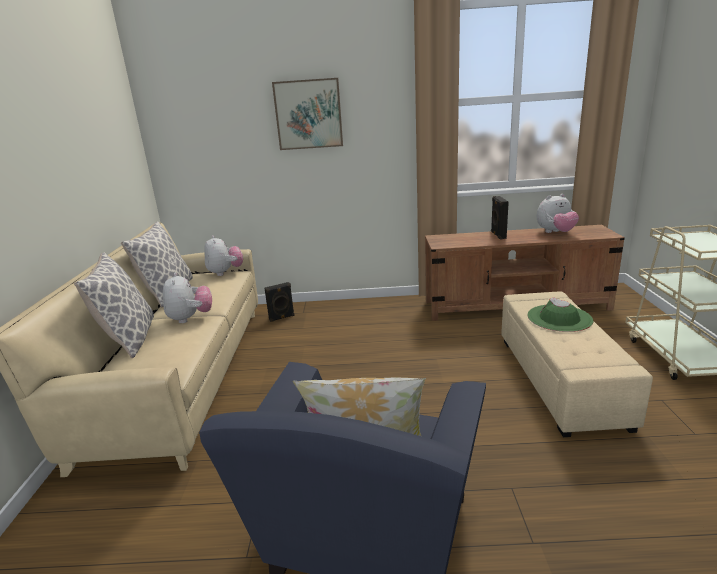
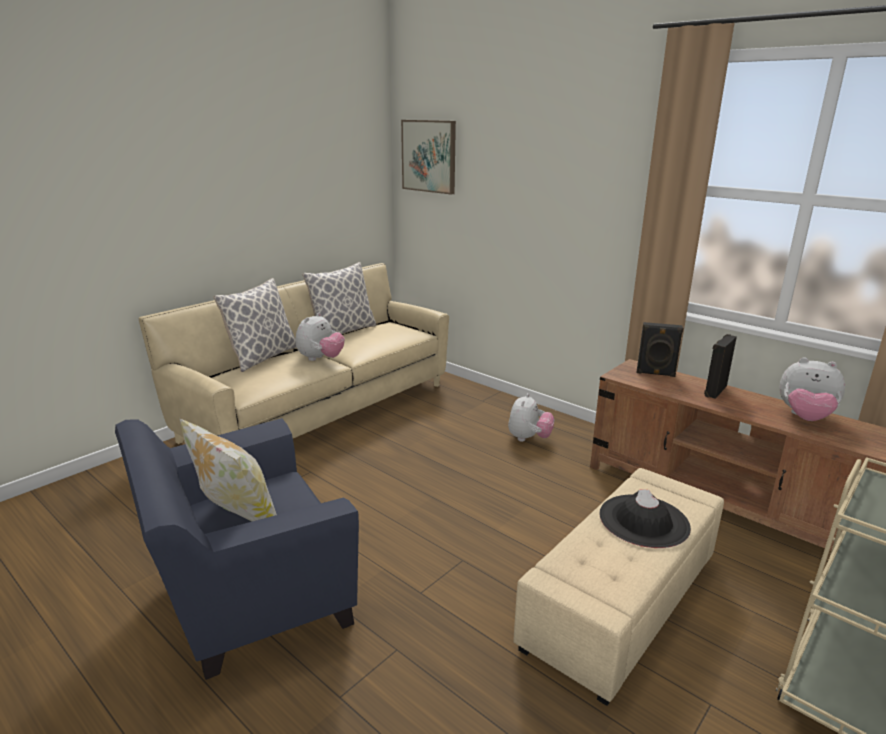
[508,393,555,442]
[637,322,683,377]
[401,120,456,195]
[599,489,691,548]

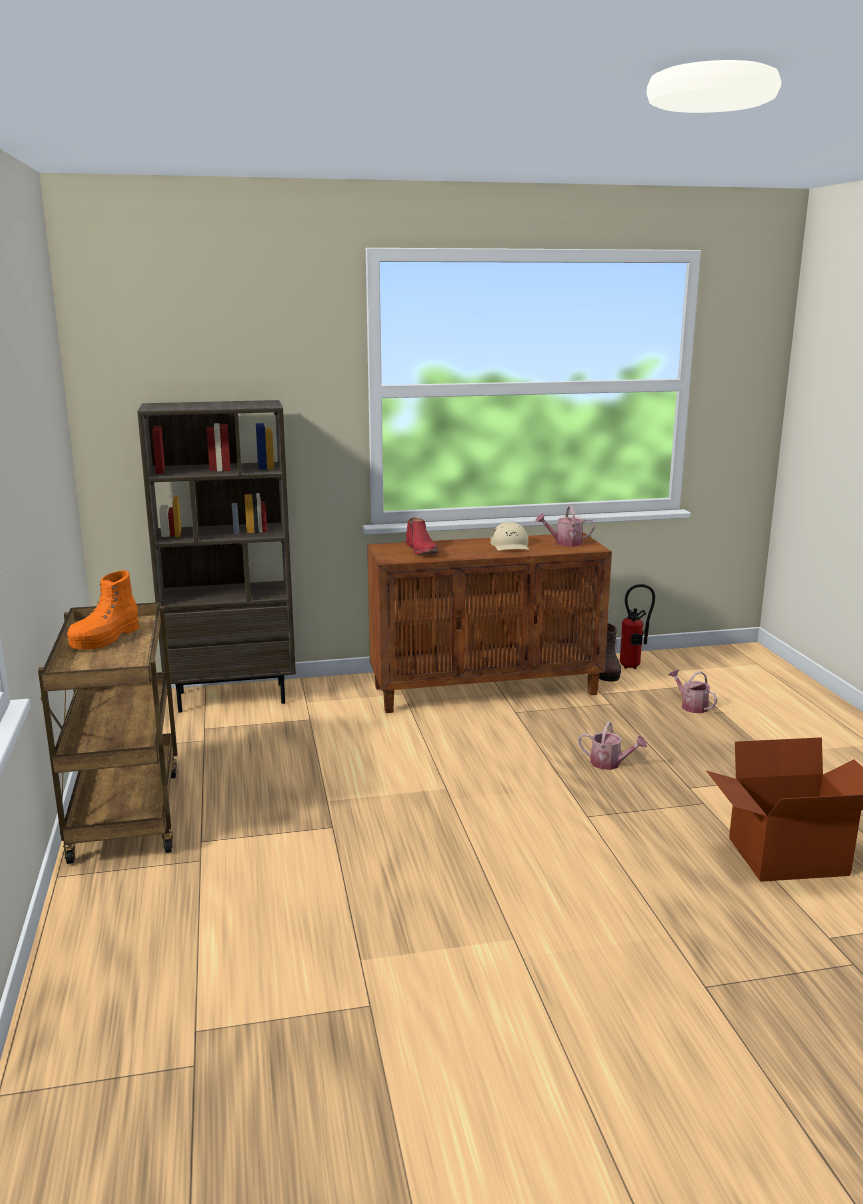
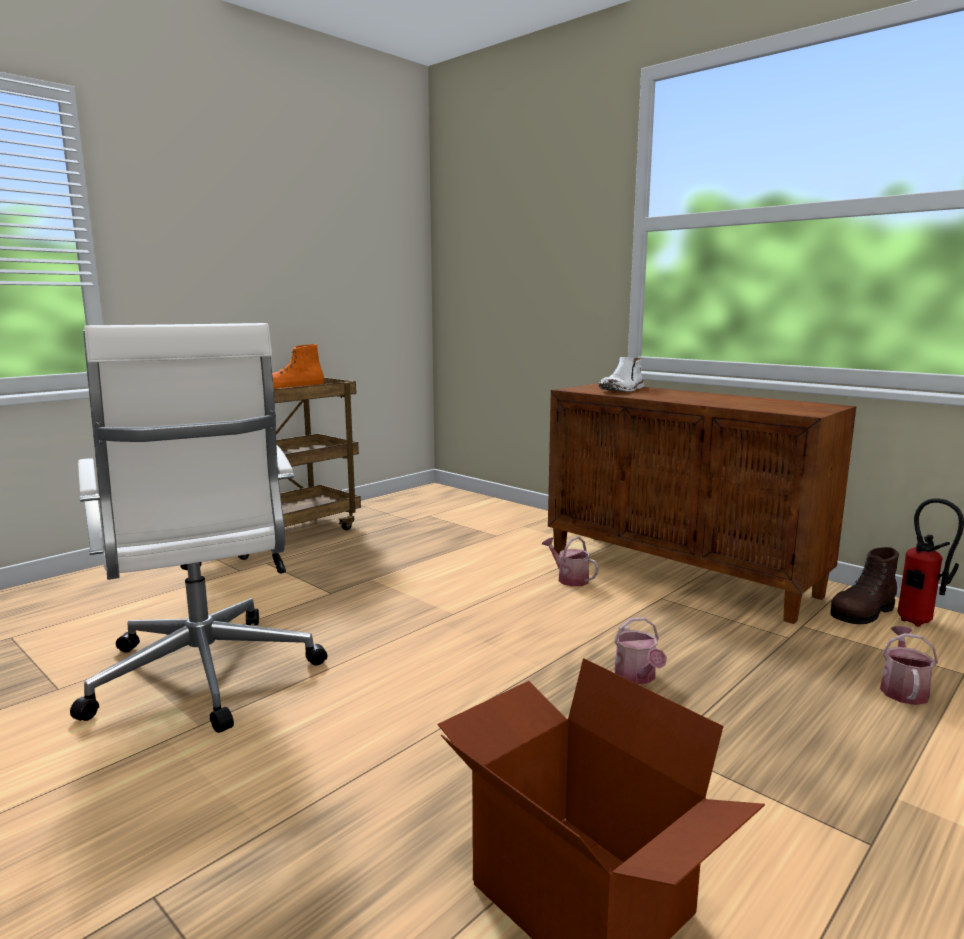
[137,400,296,712] (first image)
[599,357,644,392]
[491,522,529,551] (first image)
[542,536,599,587]
[70,323,327,733]

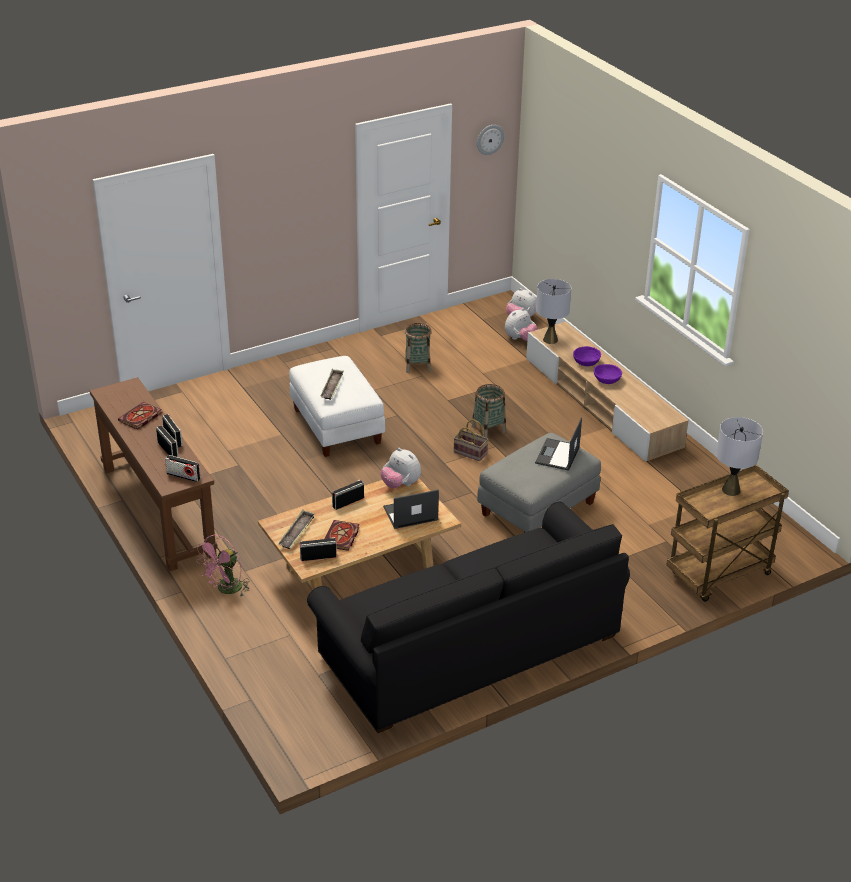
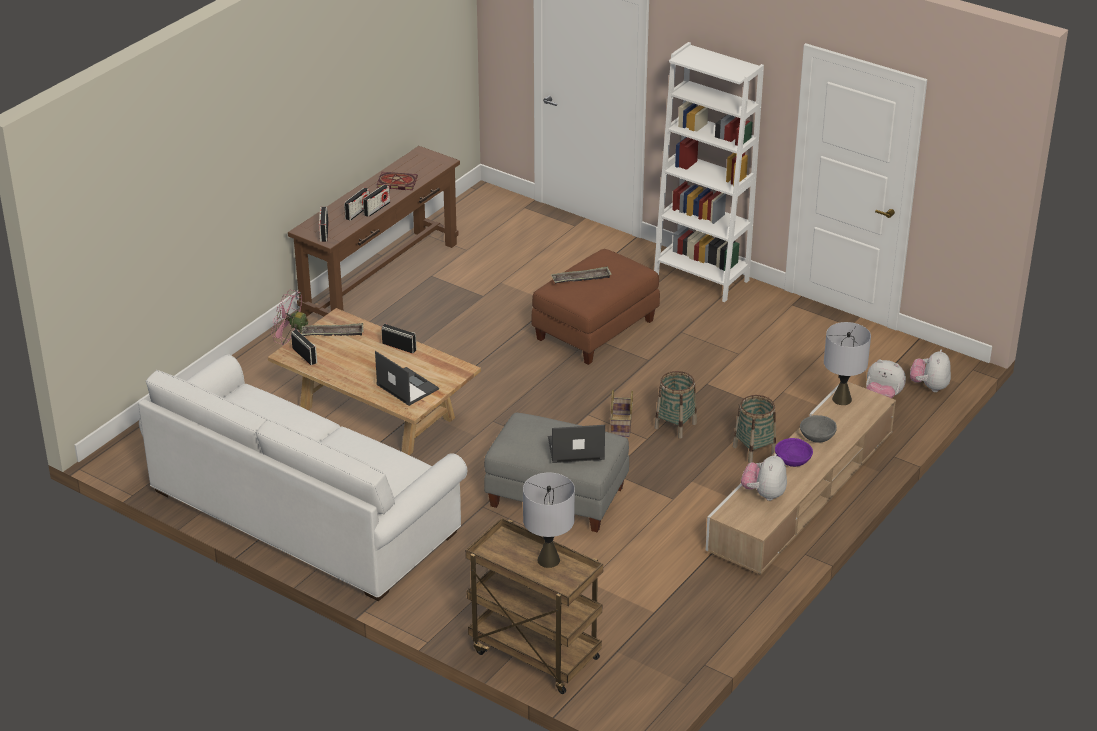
[532,249,660,365]
[138,354,467,601]
[325,520,359,551] (first image)
[741,454,787,501]
[733,395,776,463]
[477,125,504,155] (first image)
[800,415,837,443]
[654,42,764,302]

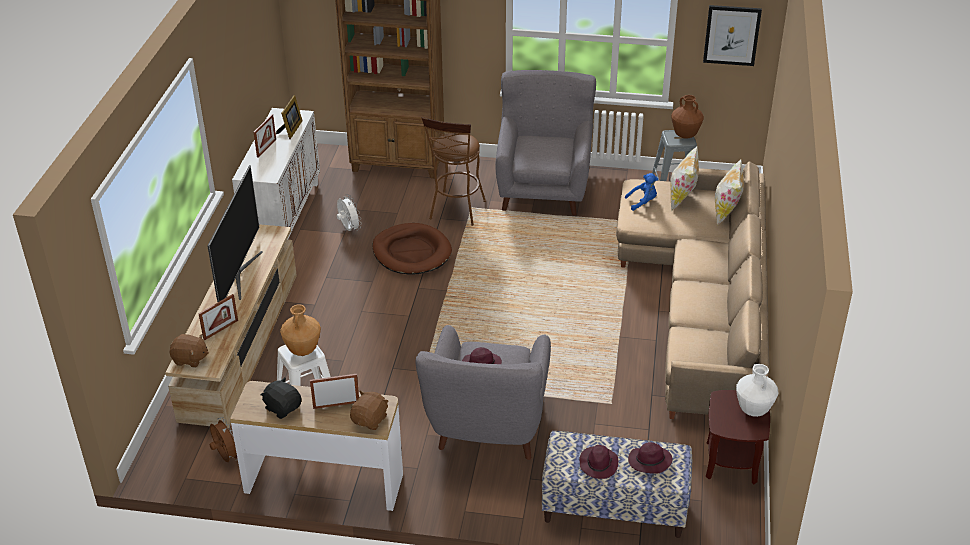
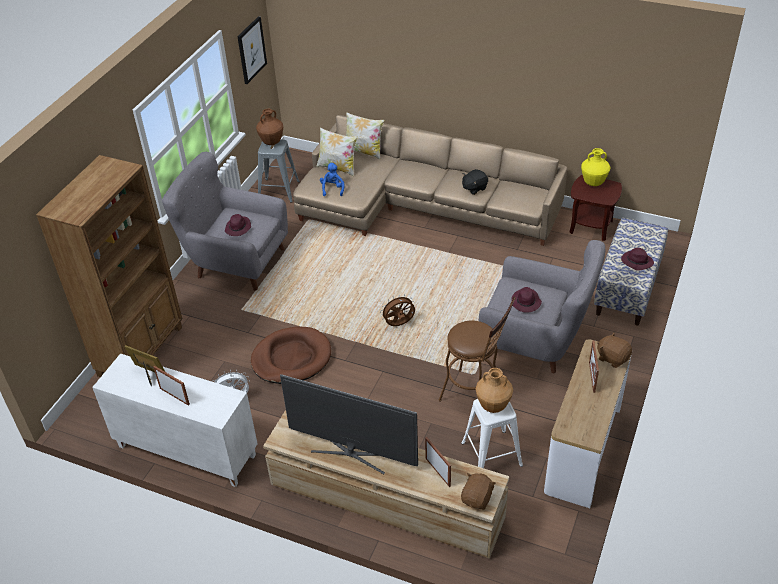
[380,294,415,326]
[462,169,488,195]
[439,297,516,402]
[225,214,251,236]
[581,148,611,186]

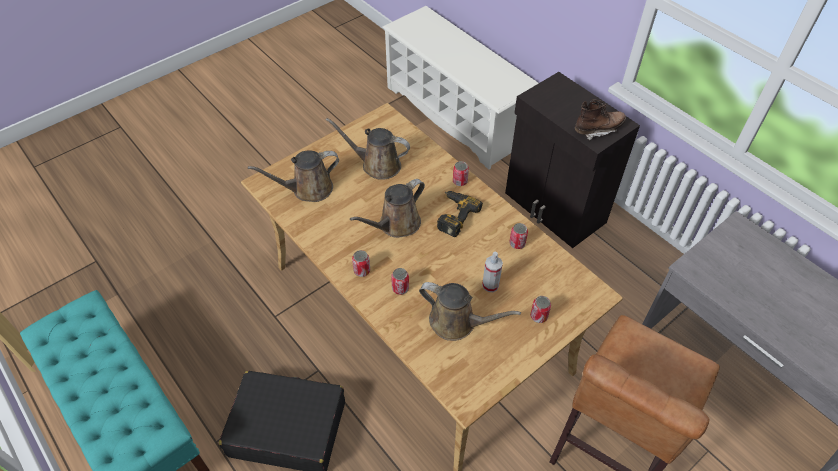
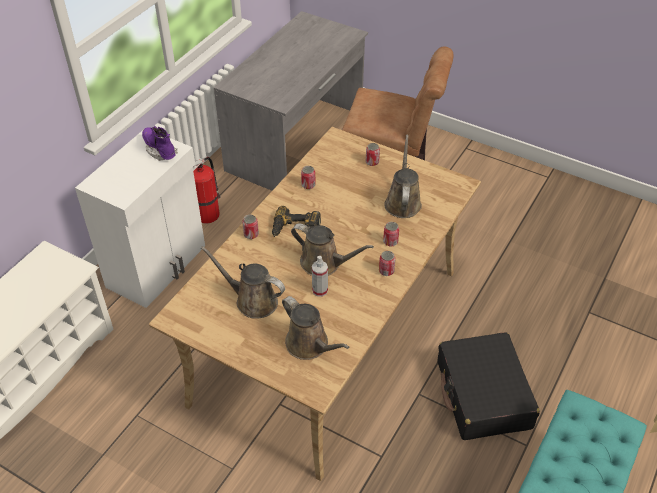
[201,246,285,319]
[312,256,328,297]
[75,130,205,308]
[142,126,178,161]
[193,157,221,223]

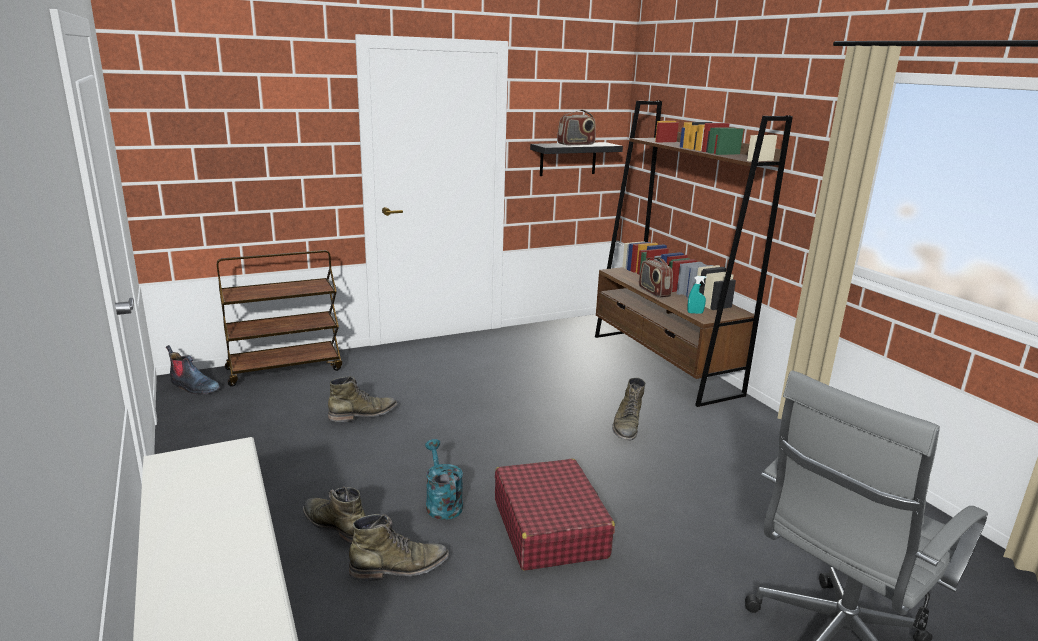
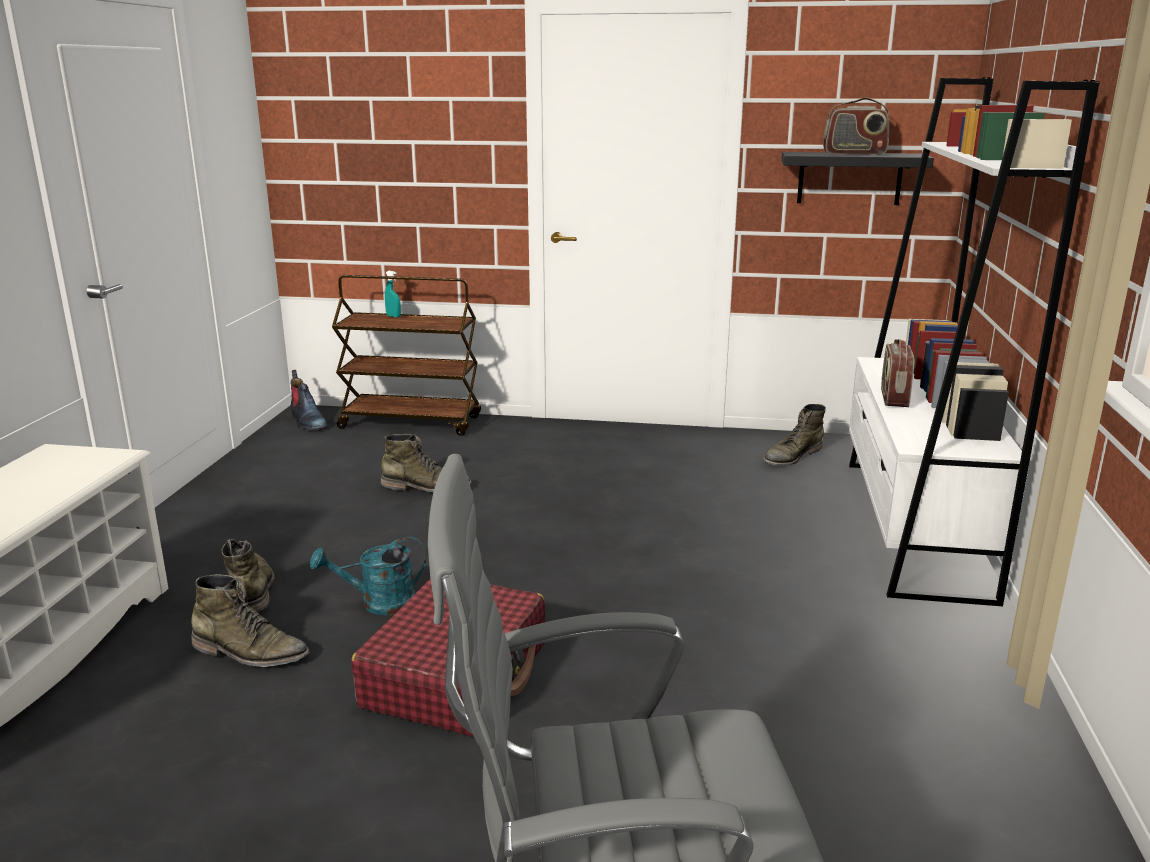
[310,537,426,615]
[849,77,1100,606]
[763,404,826,466]
[385,271,401,318]

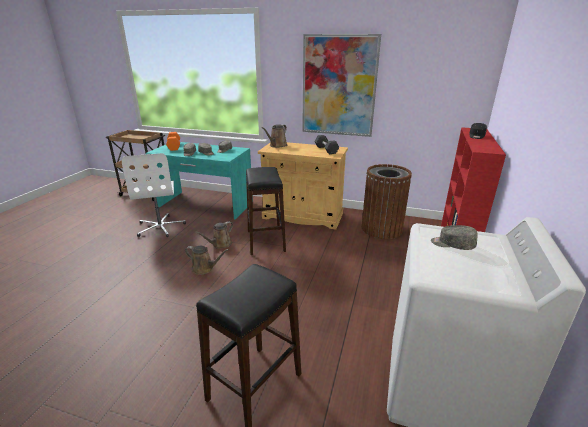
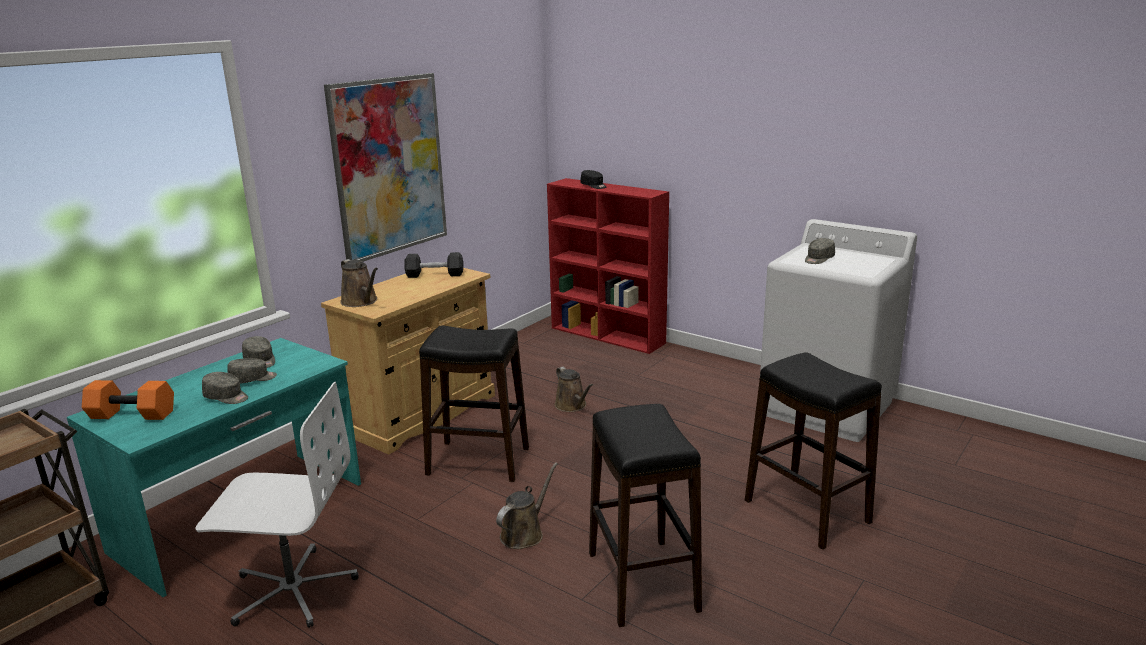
[555,367,593,412]
[362,164,412,239] (first image)
[589,404,702,627]

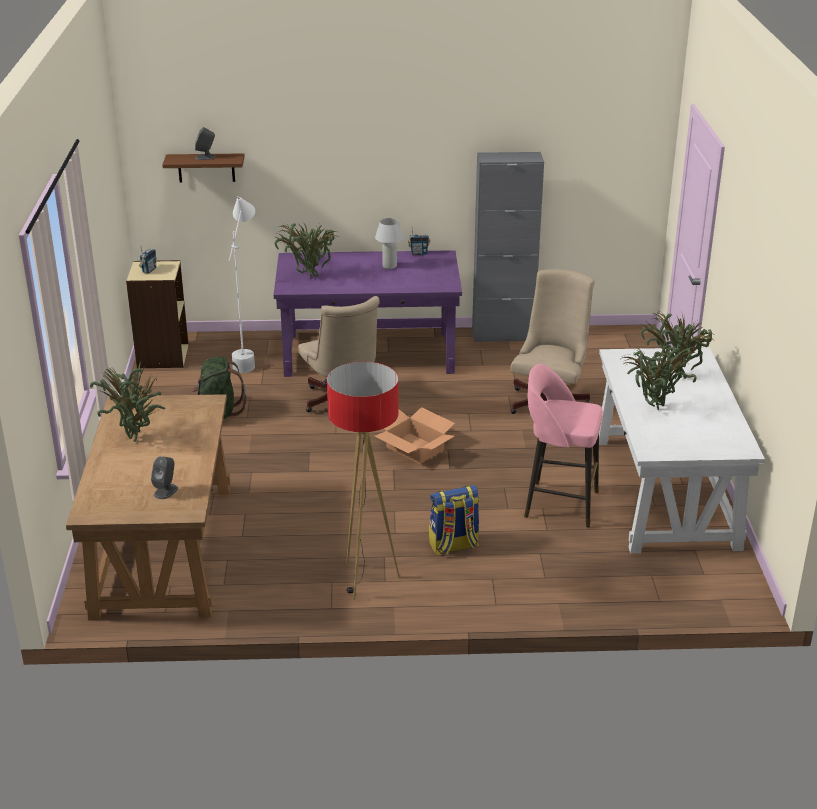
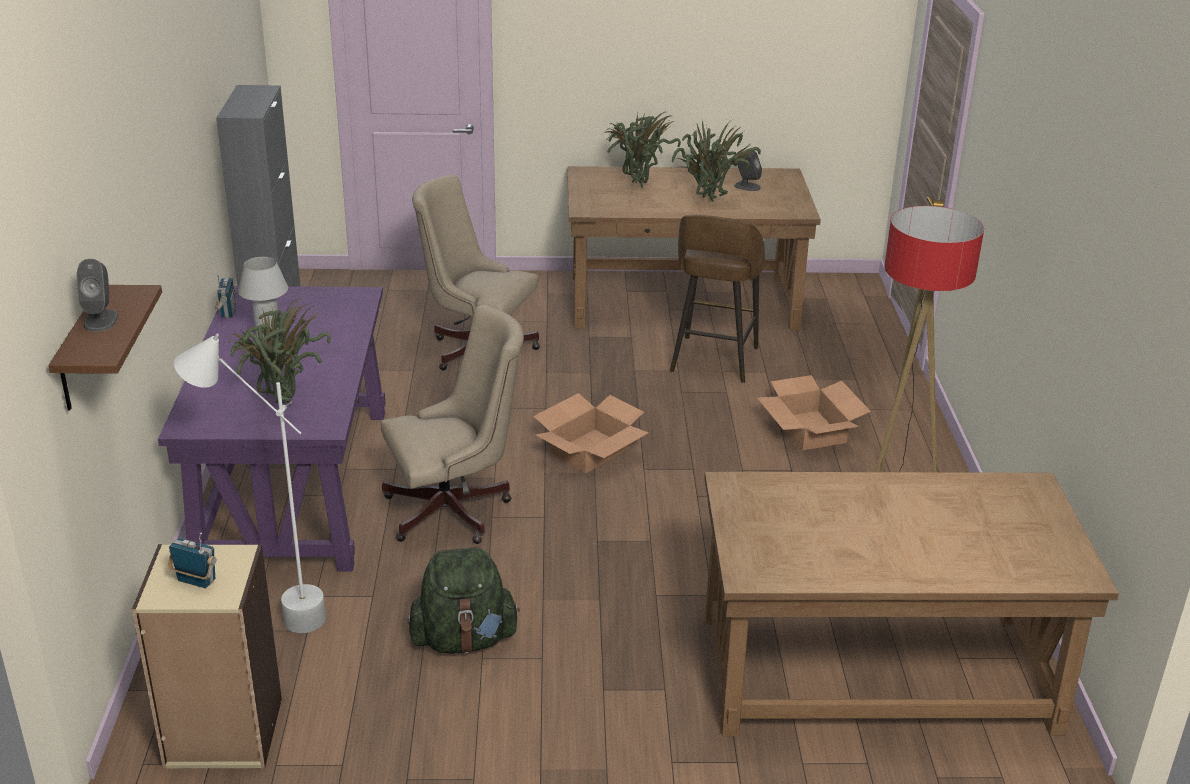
[90,361,165,442] (first image)
[734,150,762,191]
[757,375,871,451]
[670,215,765,383]
[568,166,821,330]

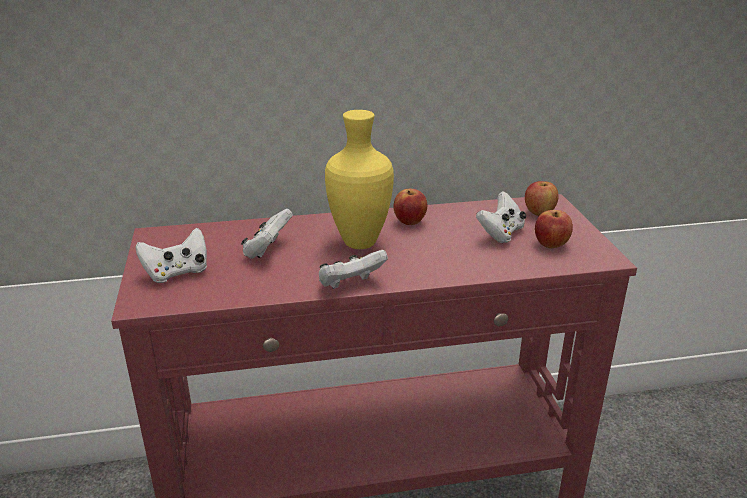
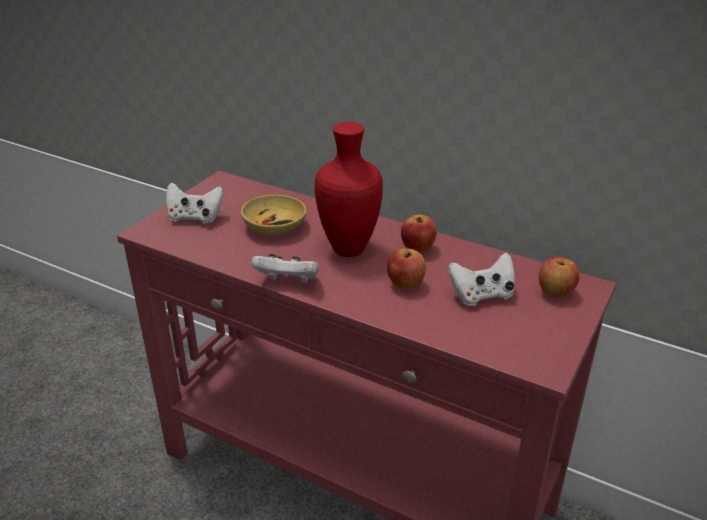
[241,194,307,235]
[315,122,383,257]
[387,248,426,289]

